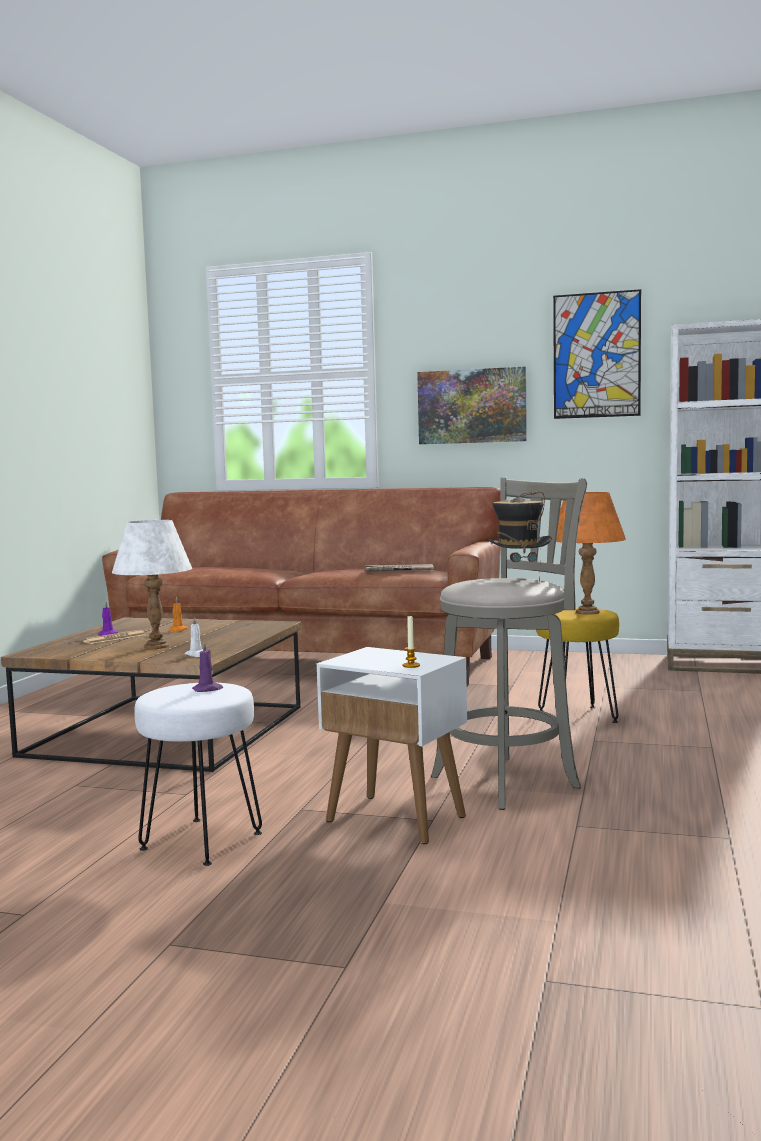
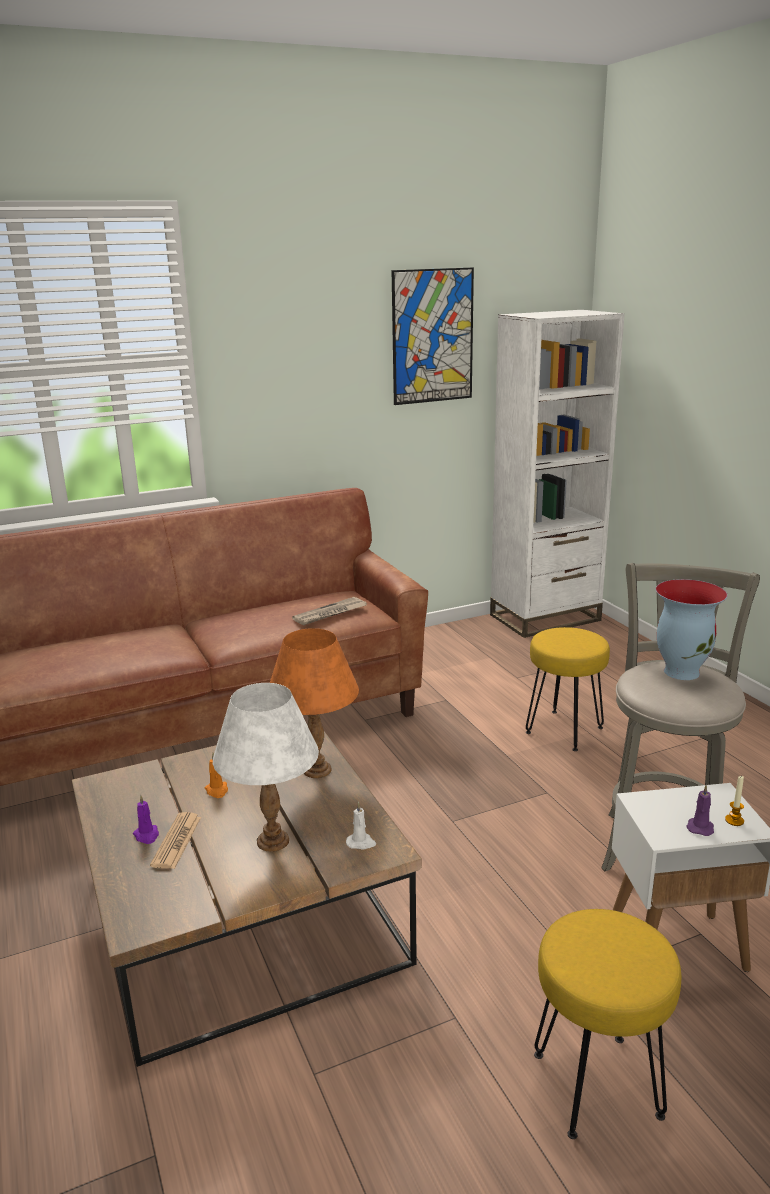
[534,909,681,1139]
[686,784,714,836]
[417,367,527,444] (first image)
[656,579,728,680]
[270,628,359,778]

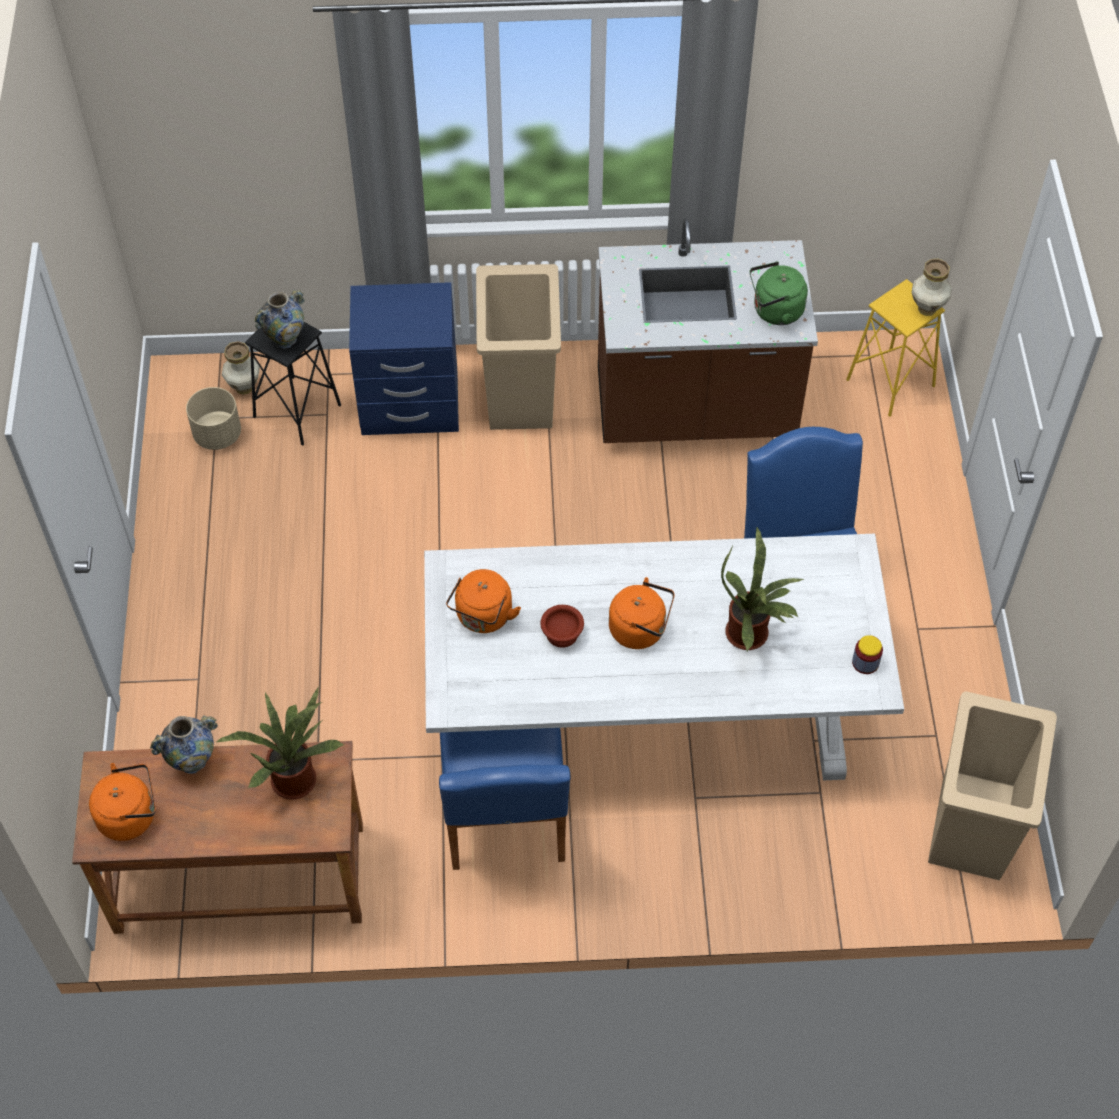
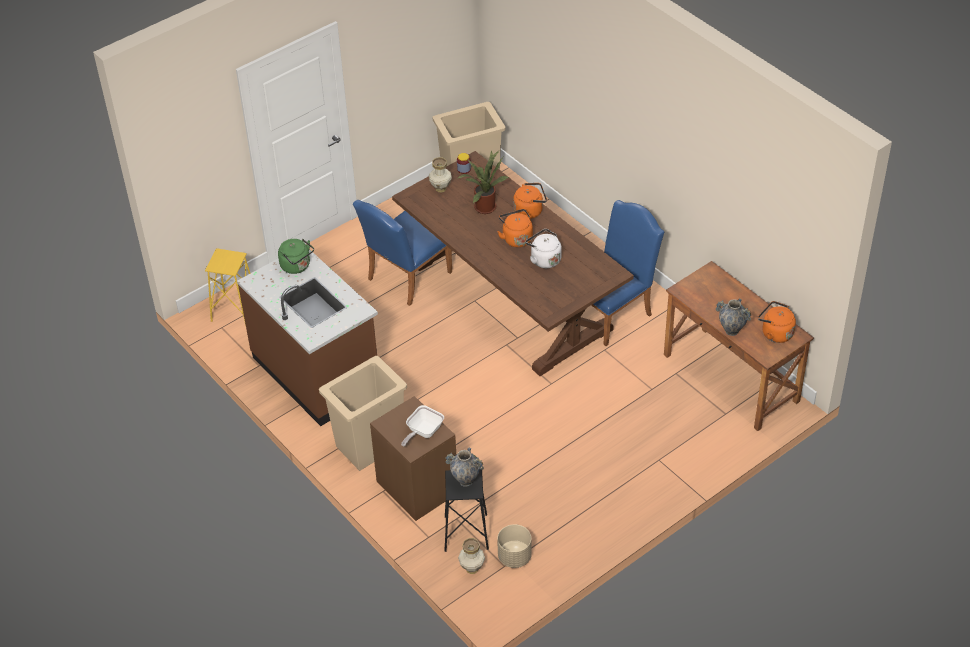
[216,687,344,800] (first image)
[370,396,456,521]
[392,151,634,376]
[513,183,547,219]
[525,229,562,268]
[429,157,452,193]
[401,405,444,446]

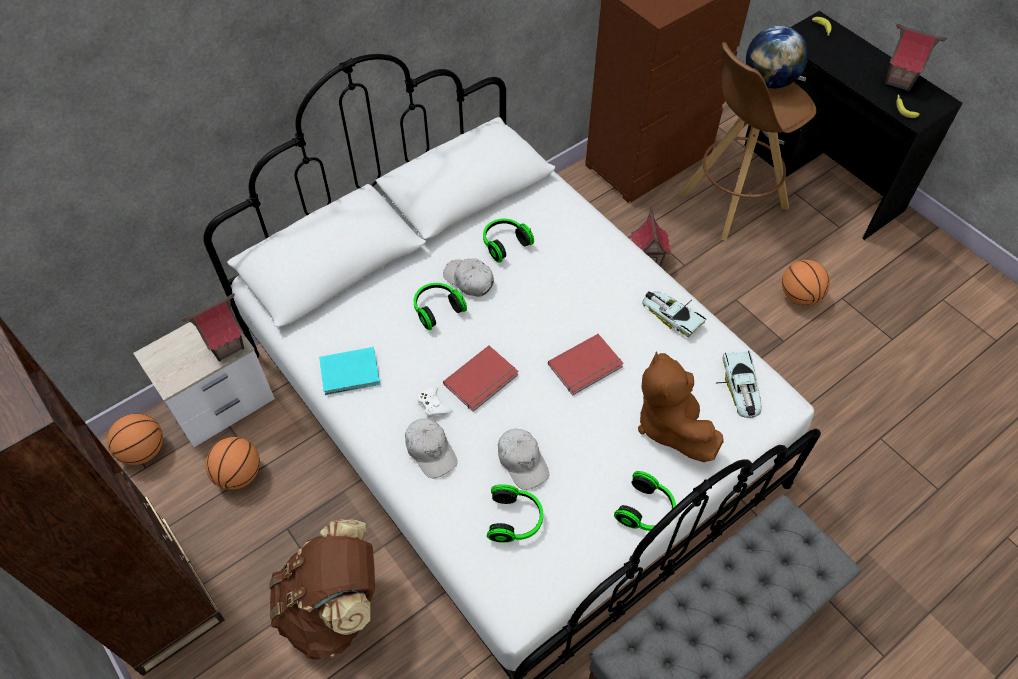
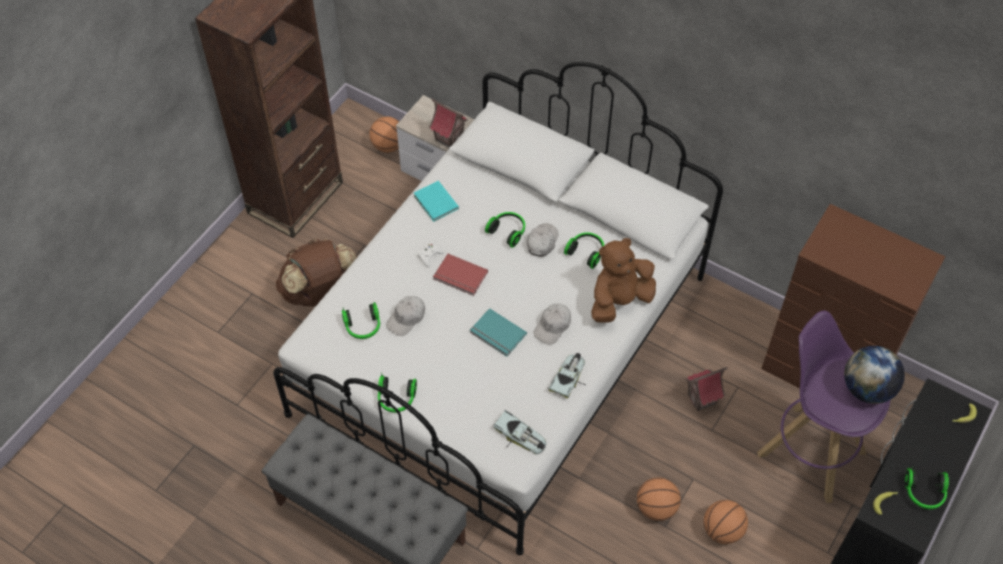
[637,477,681,521]
[533,304,571,345]
[470,308,527,357]
[591,238,656,322]
[757,311,890,503]
[493,410,546,454]
[905,466,949,509]

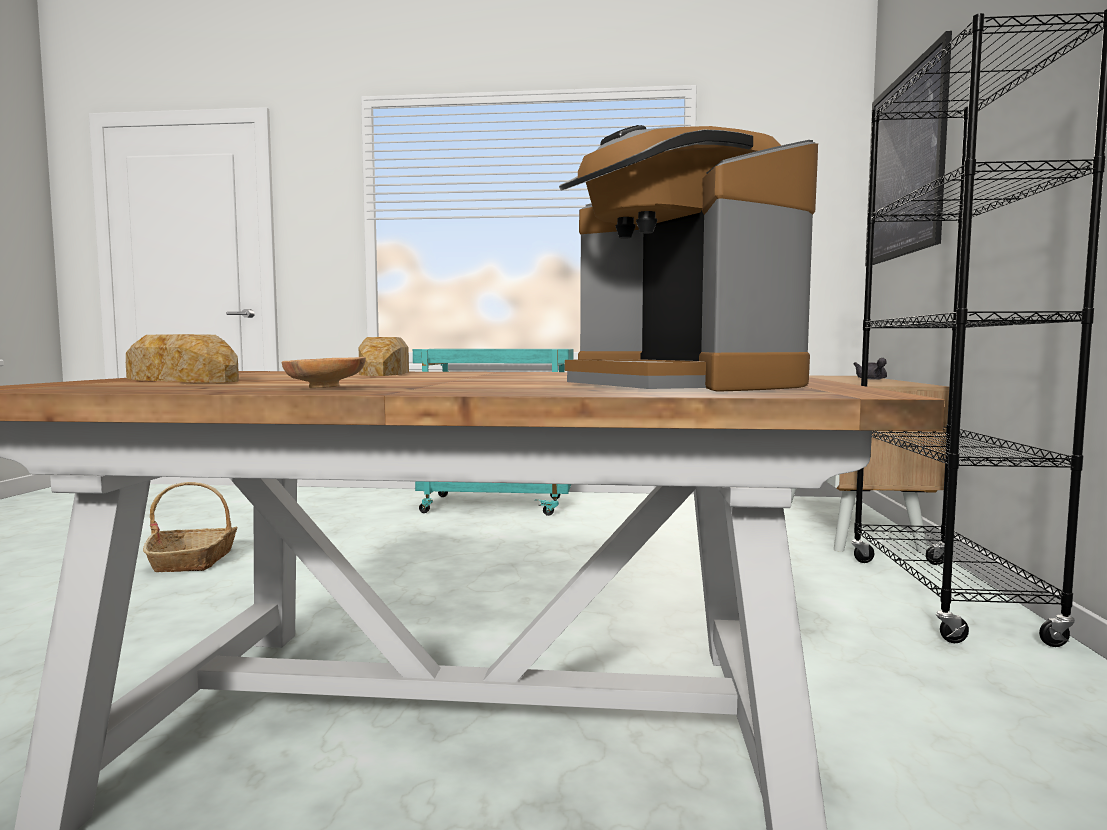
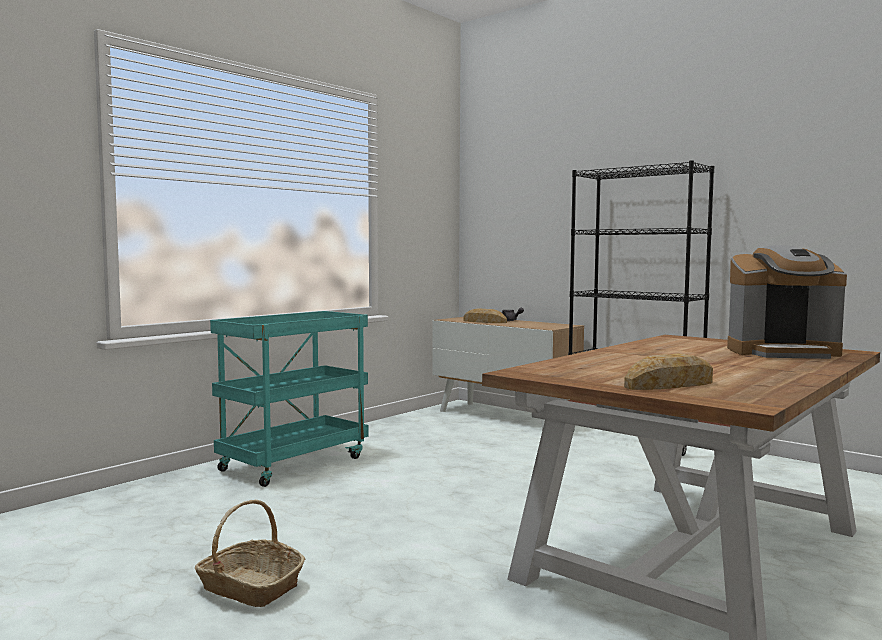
[282,357,366,388] (first image)
[464,308,507,323]
[865,31,952,266] (first image)

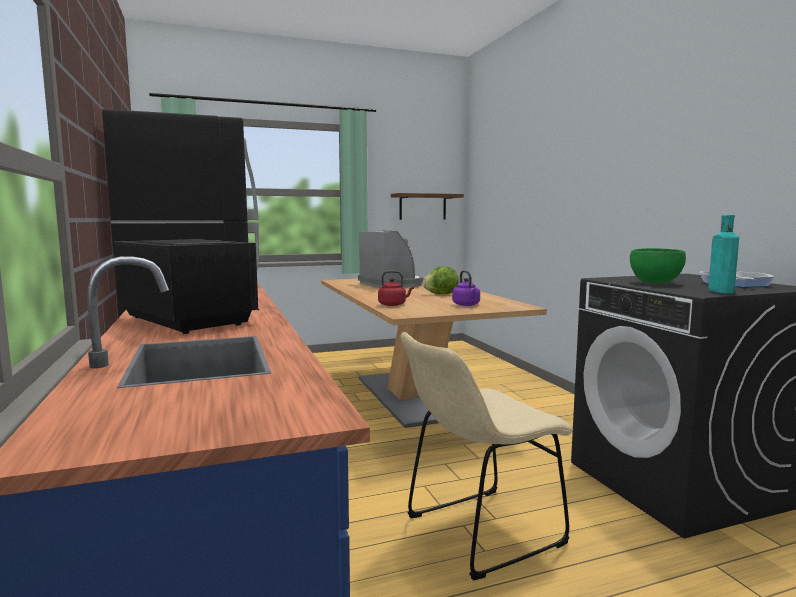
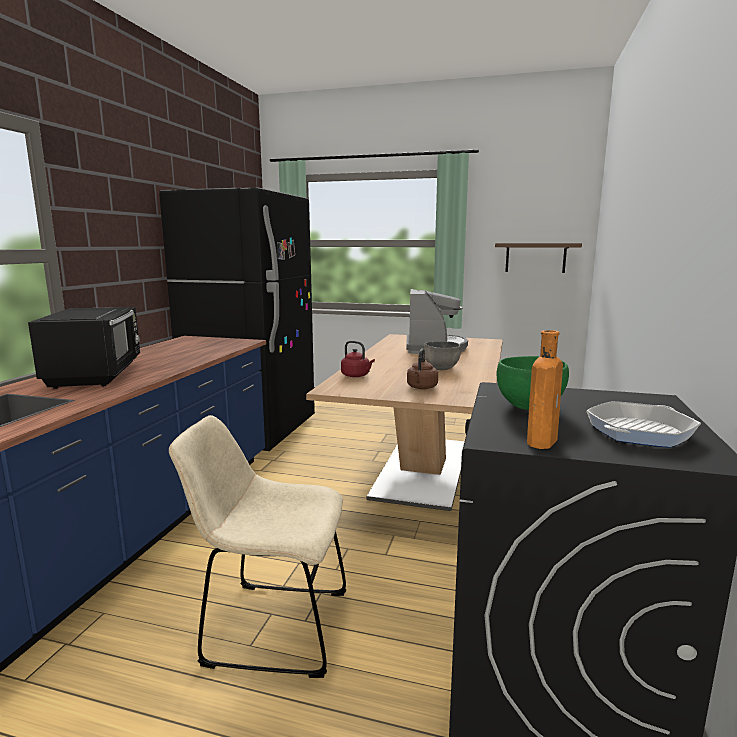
[424,341,461,370]
[407,349,438,389]
[527,330,563,449]

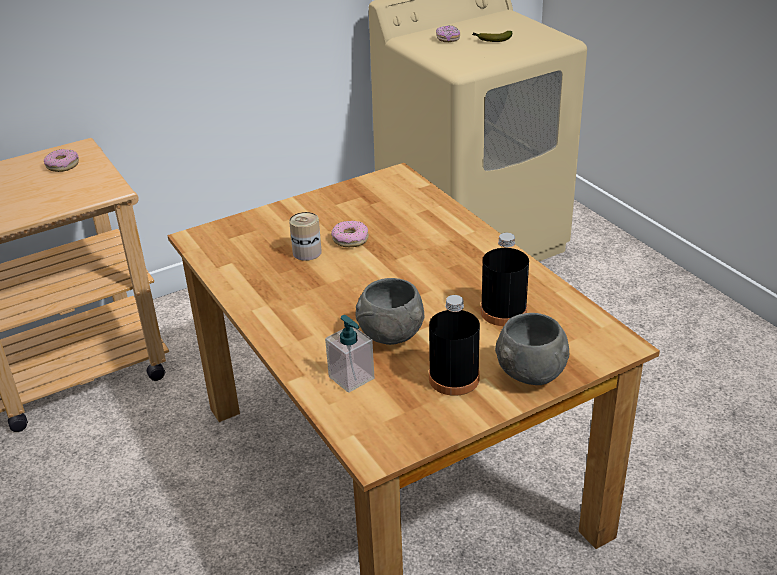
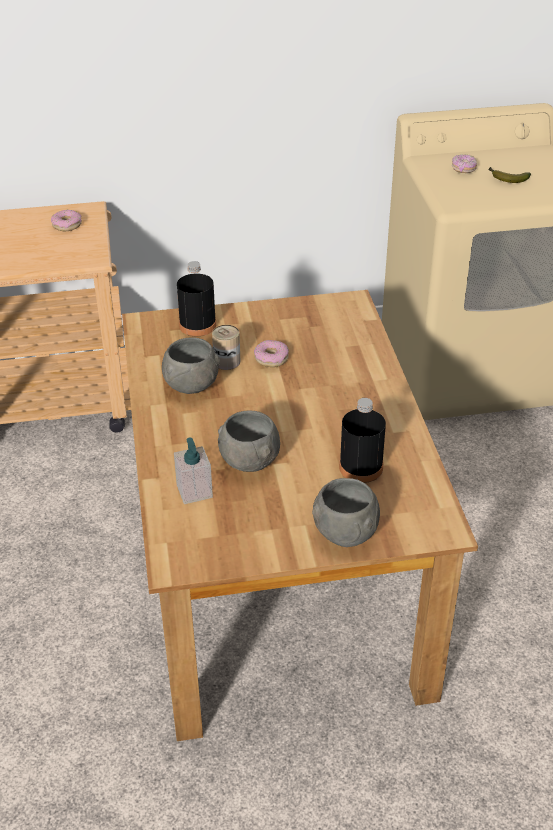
[177,261,216,336]
[162,337,220,394]

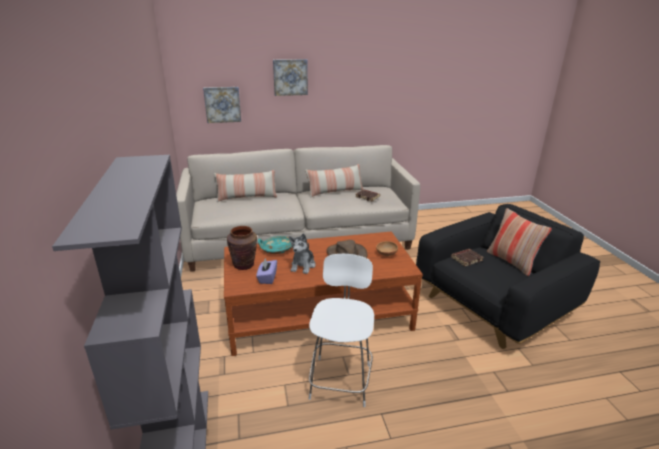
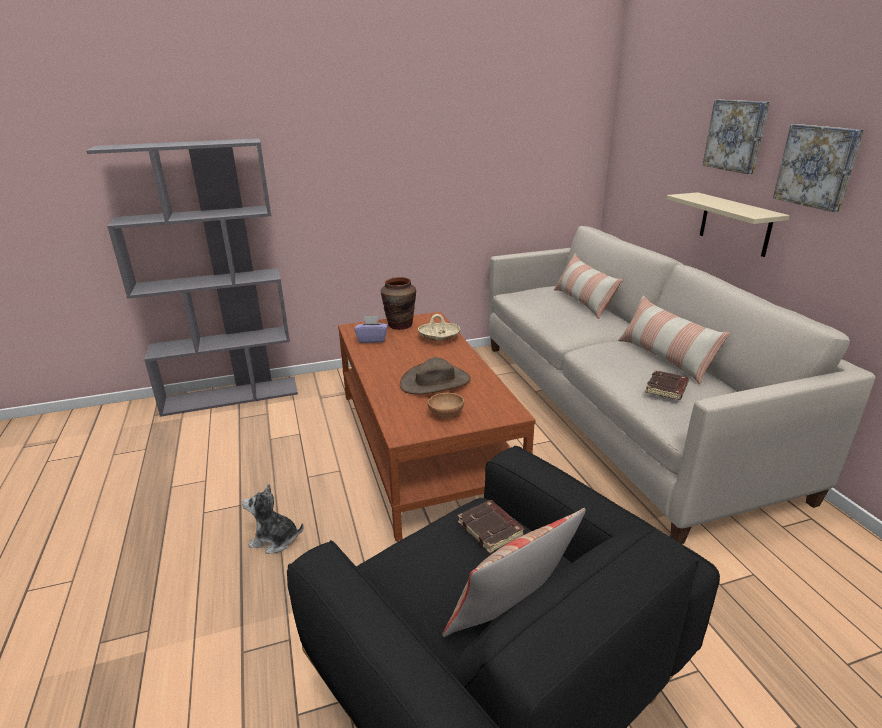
[773,124,864,212]
[418,314,460,341]
[242,484,304,554]
[309,254,374,407] (first image)
[666,192,790,257]

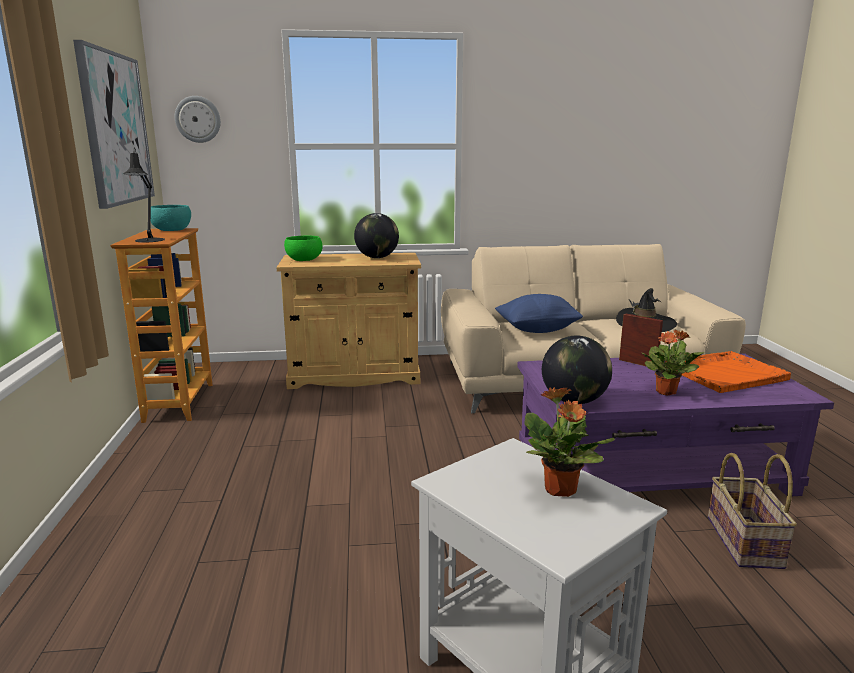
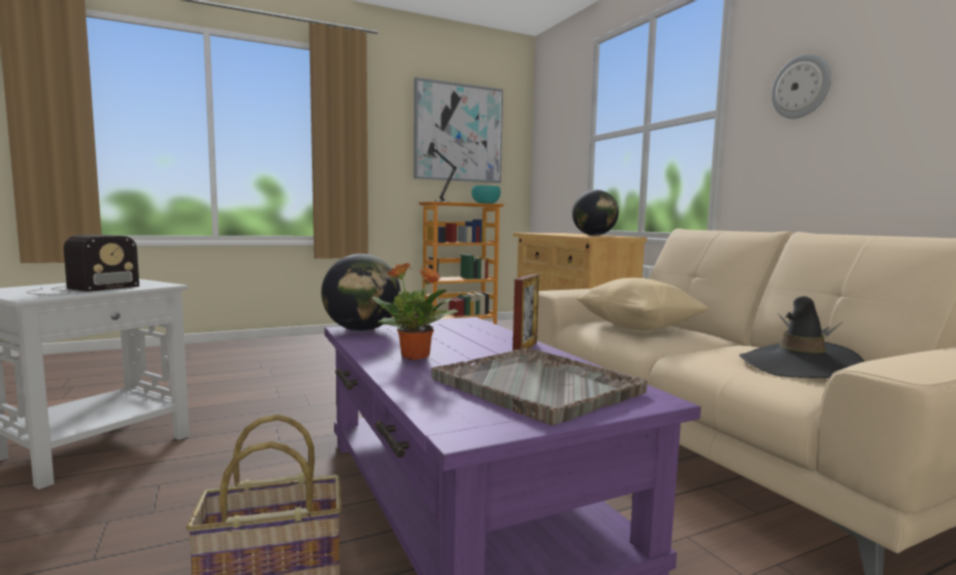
[771,54,831,119]
[284,236,323,261] (first image)
[577,278,709,330]
[26,235,139,295]
[431,348,648,426]

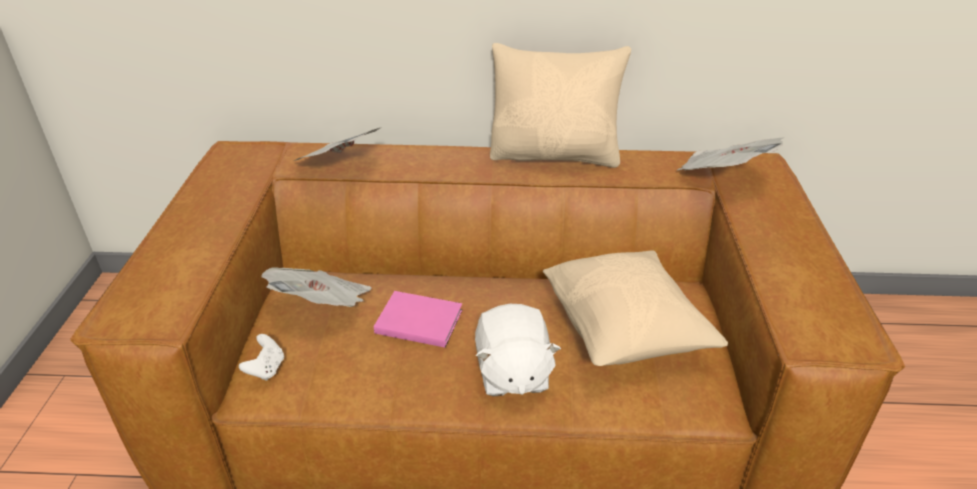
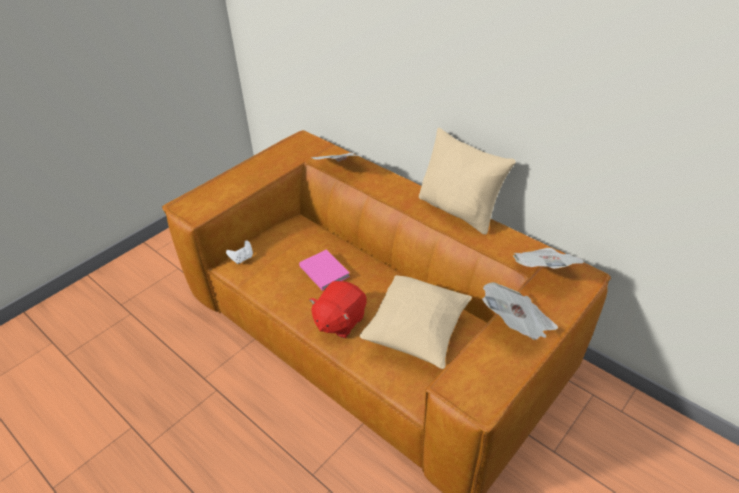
[482,282,558,340]
[309,281,367,338]

